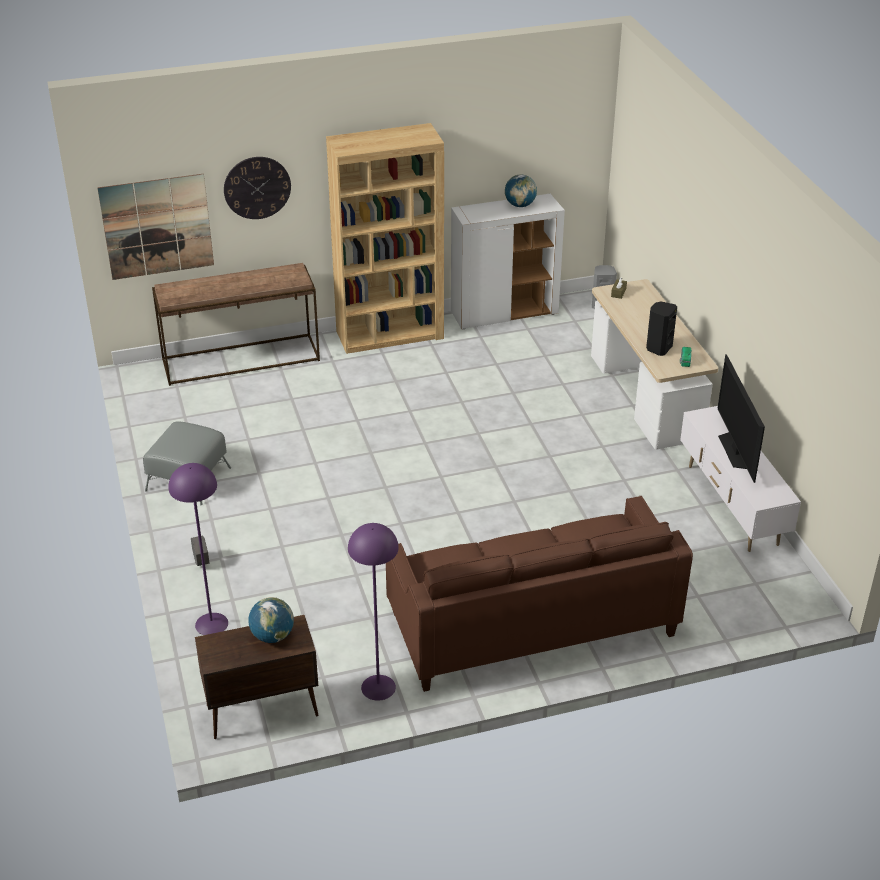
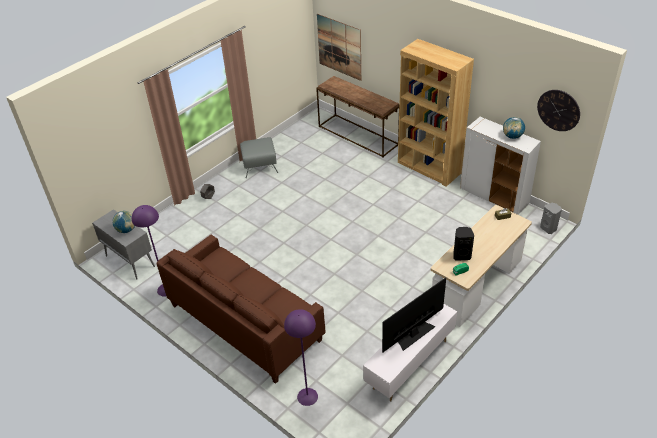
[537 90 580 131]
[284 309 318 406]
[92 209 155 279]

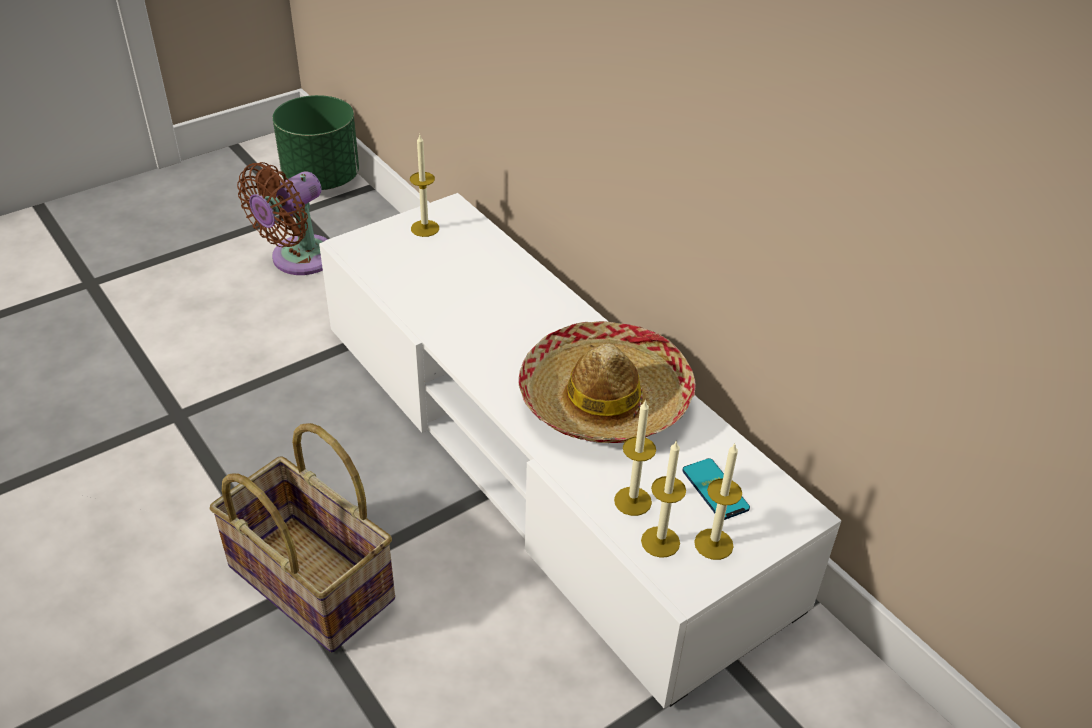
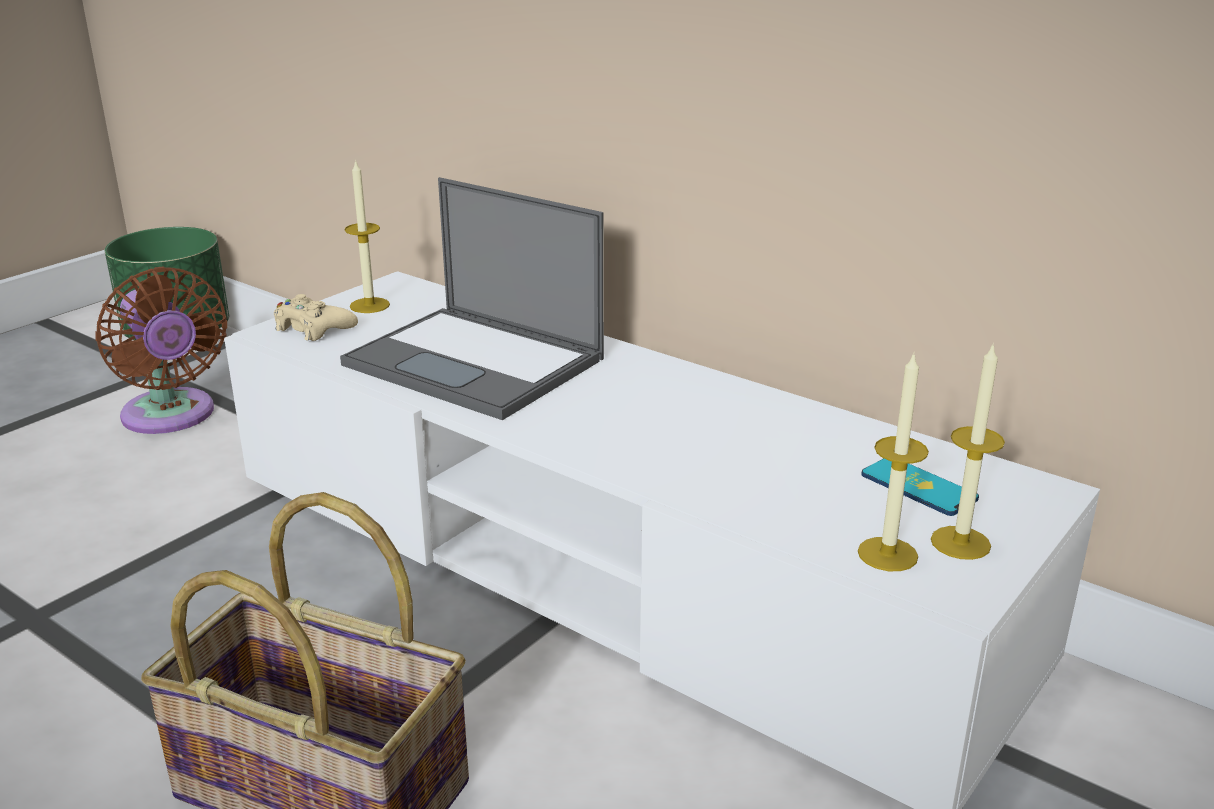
[95 266 227 434]
[518 321 696 443] (first image)
[614 399 656 516] (first image)
[340 177 604 420]
[274 294 358 341]

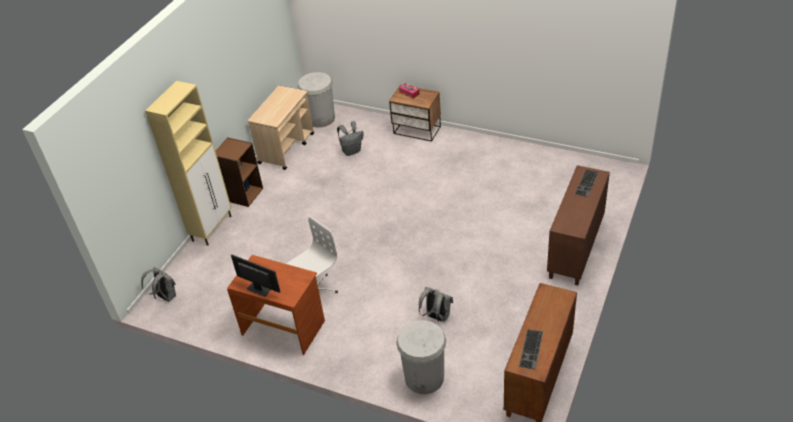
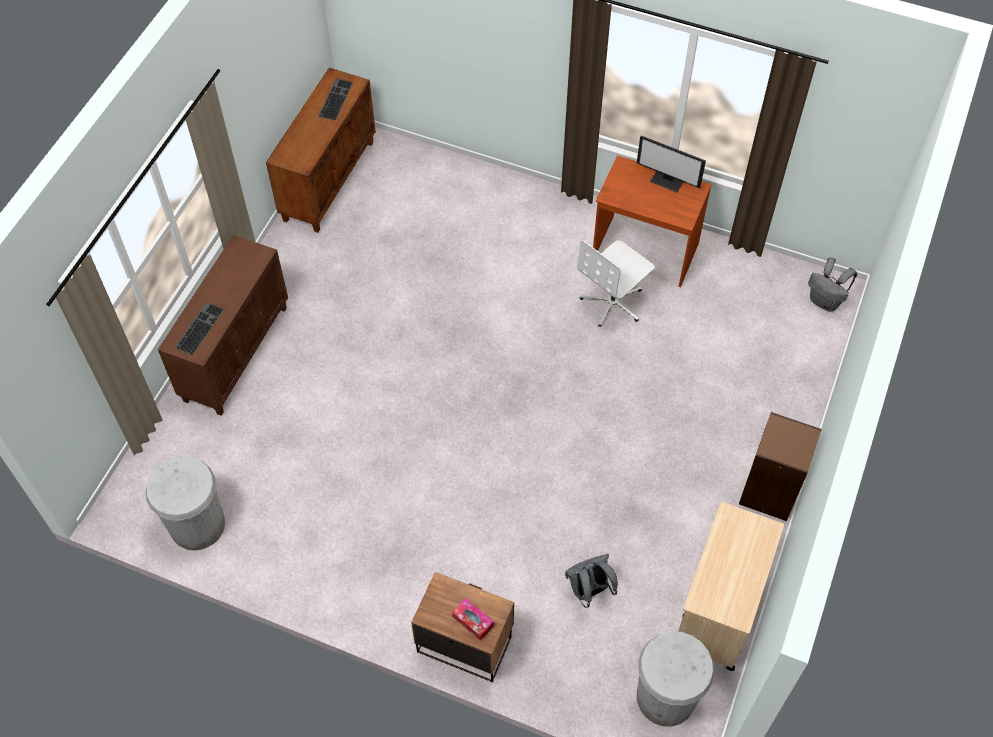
[145 81 231 246] (first image)
[419 287 453 322] (first image)
[146 456 225 551]

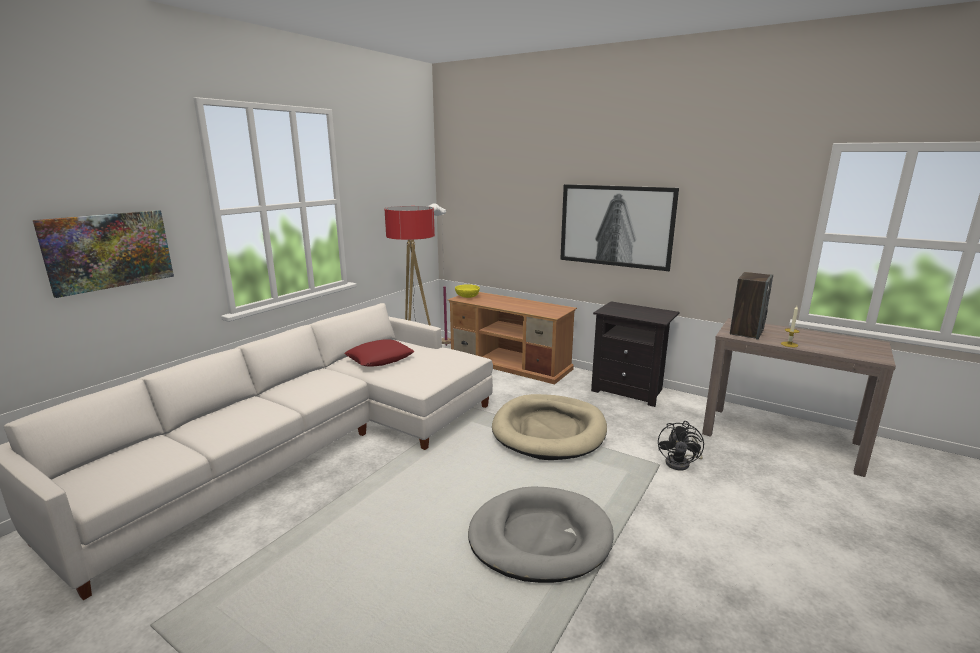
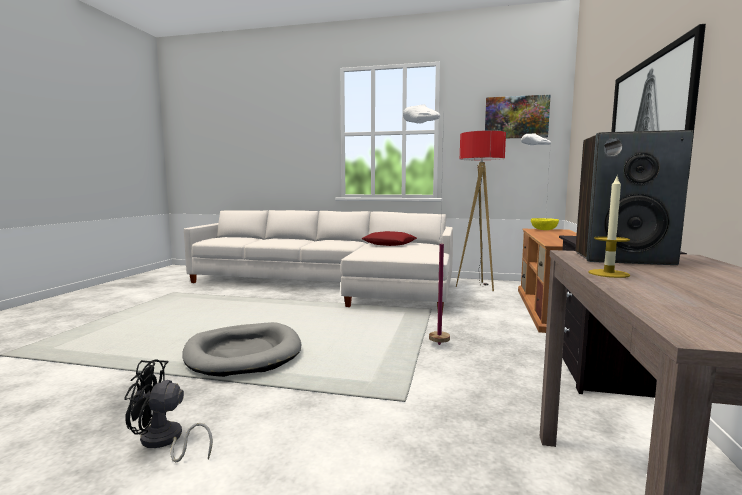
[485 95 551 138]
[403 104 450 345]
[124 359 213 462]

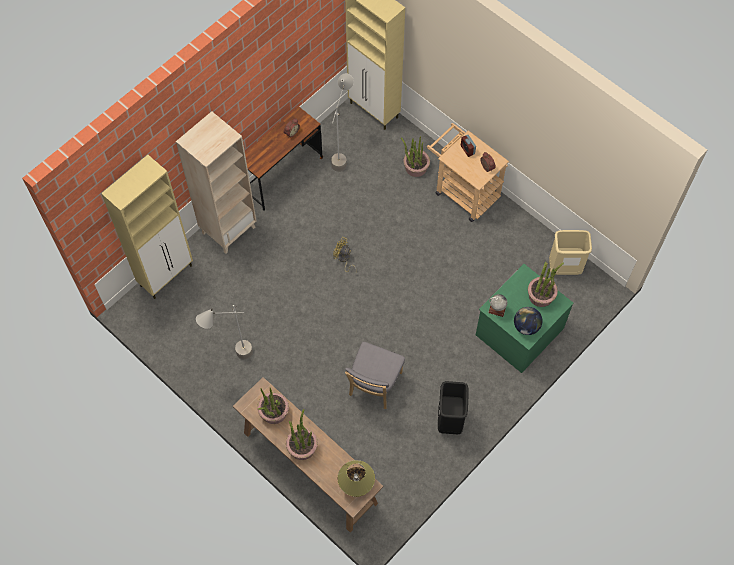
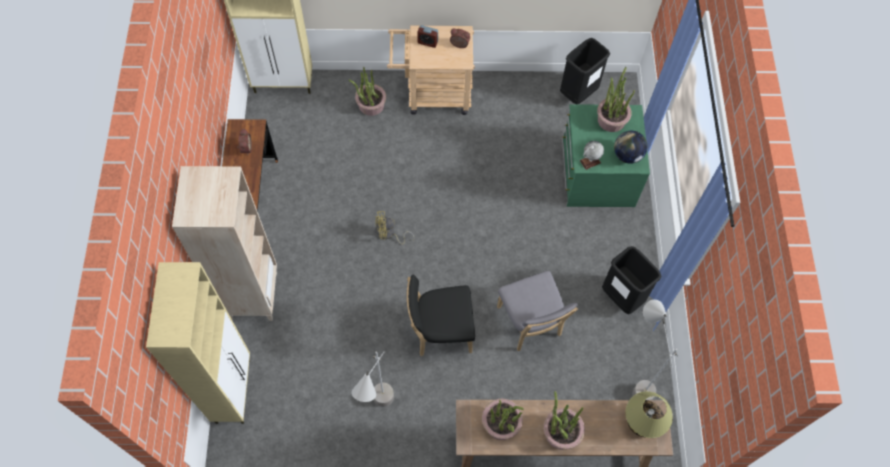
[633 300 679 400]
[560 38 610 104]
[407 275 475 356]

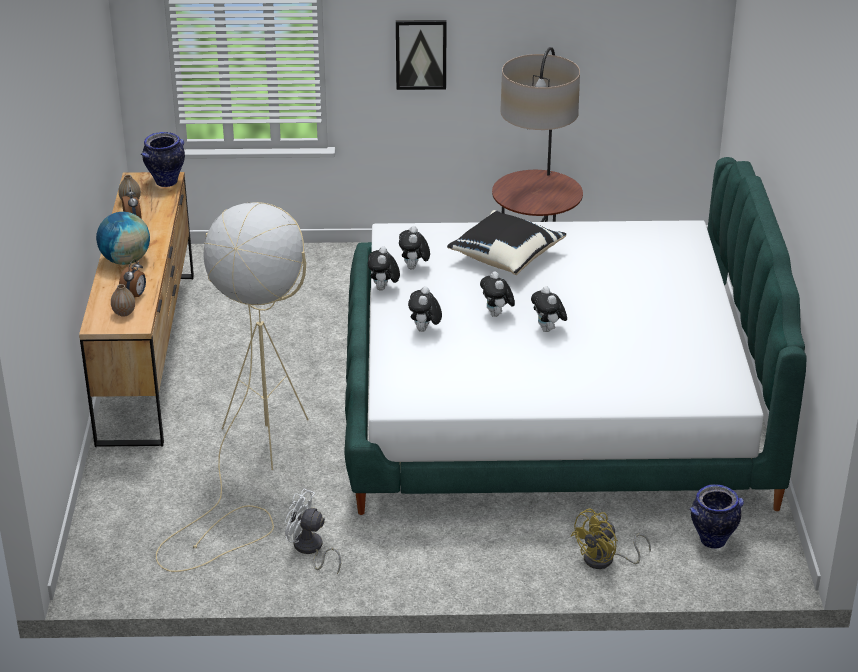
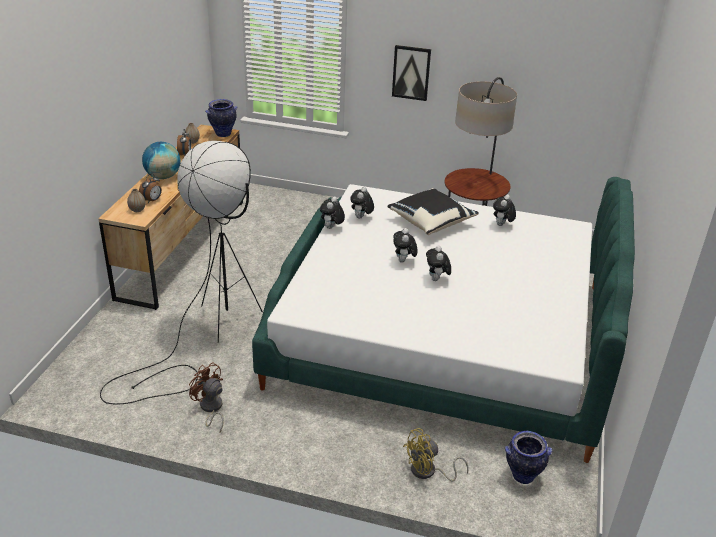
[100 141 263 405]
[493 194 516 226]
[189 362 224 433]

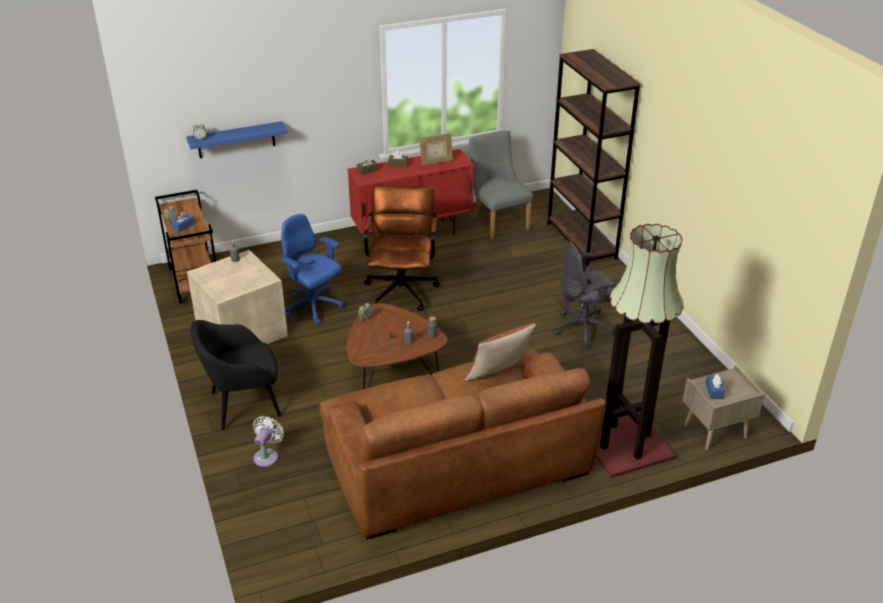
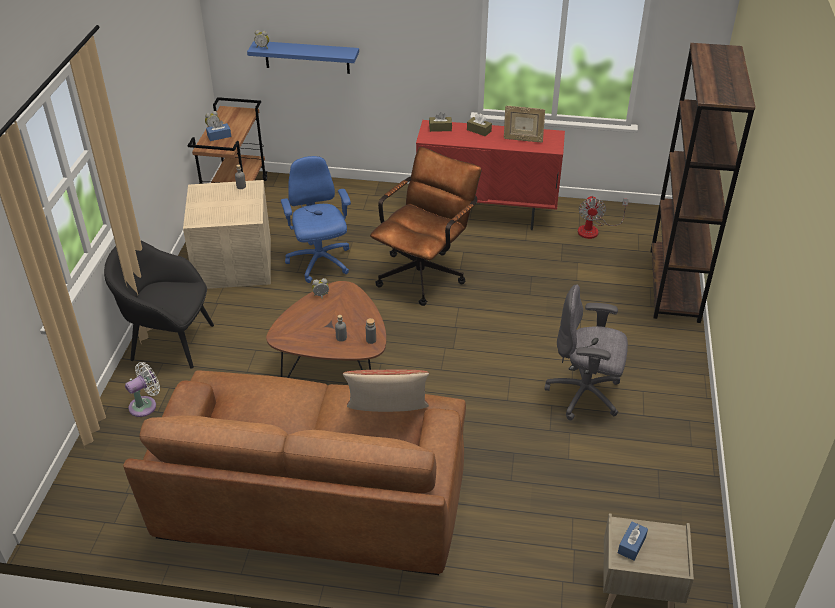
[578 196 629 239]
[596 224 684 478] (first image)

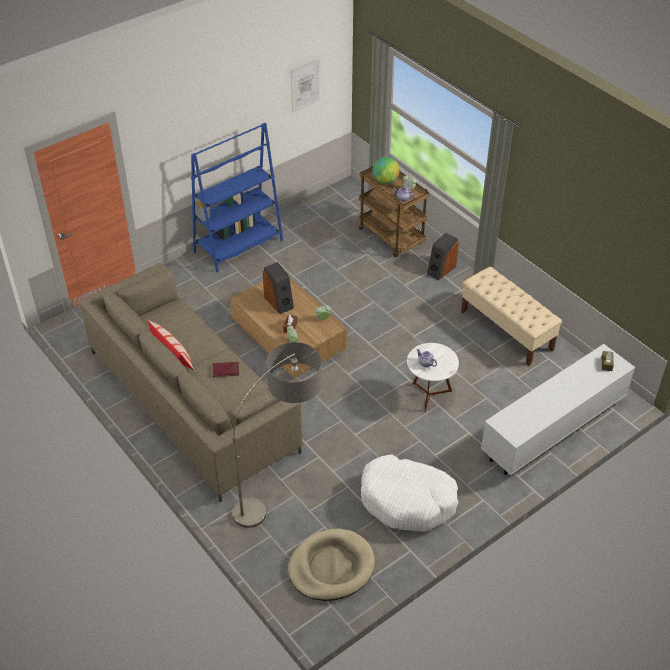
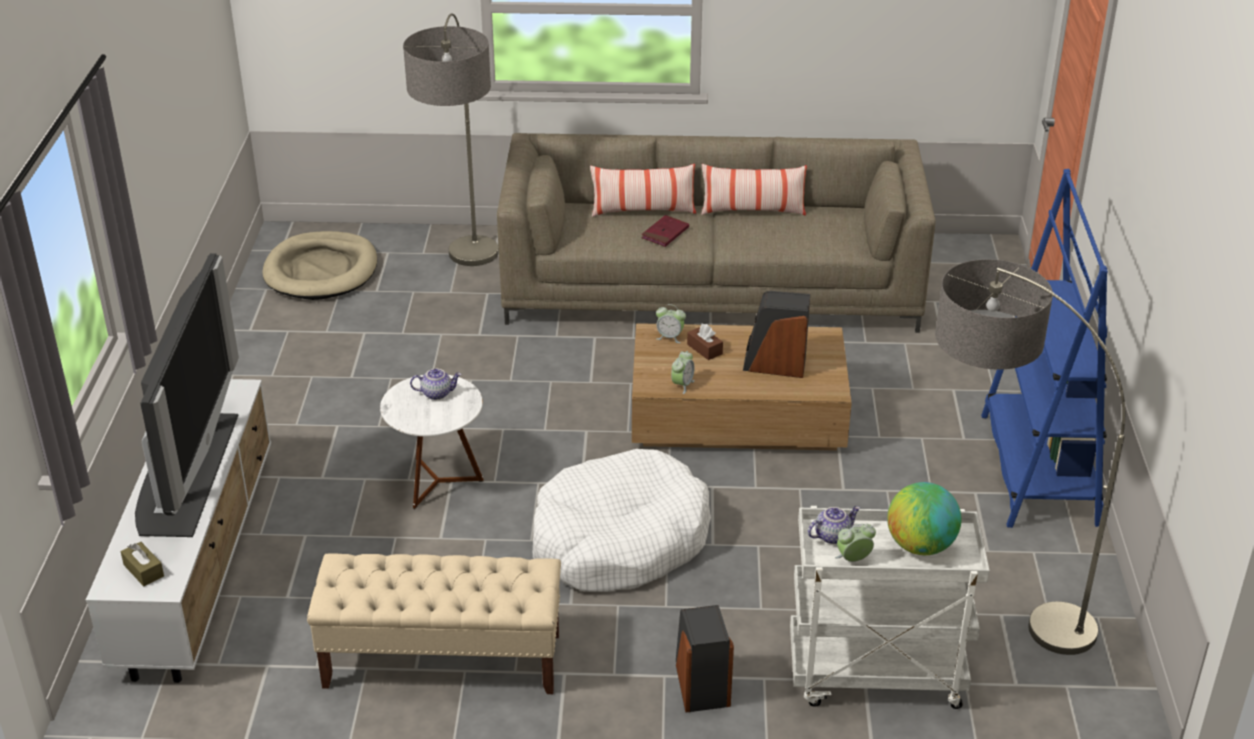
[291 59 320 112] (first image)
[790 506 990 709]
[533 449 711 592]
[590 164 696 217]
[135 253 239 537]
[935 259 1125 655]

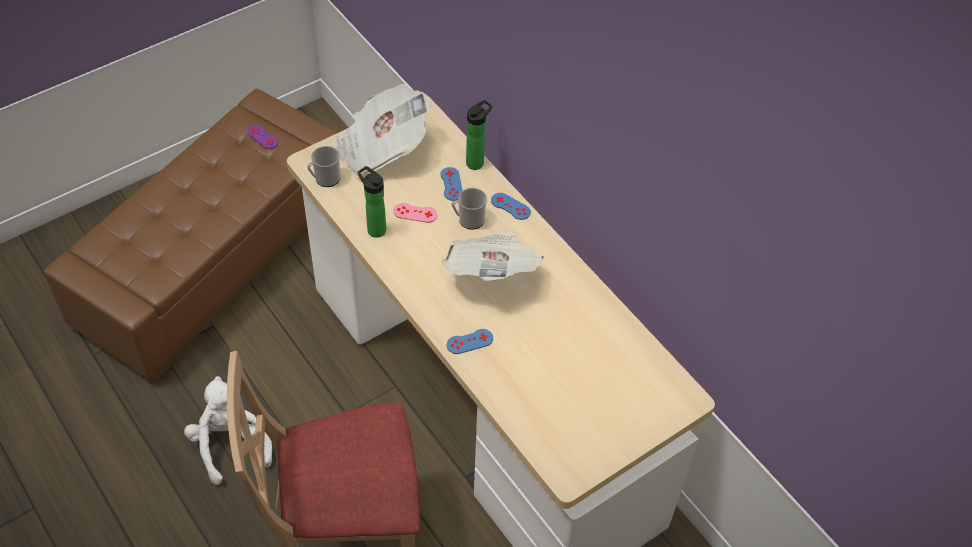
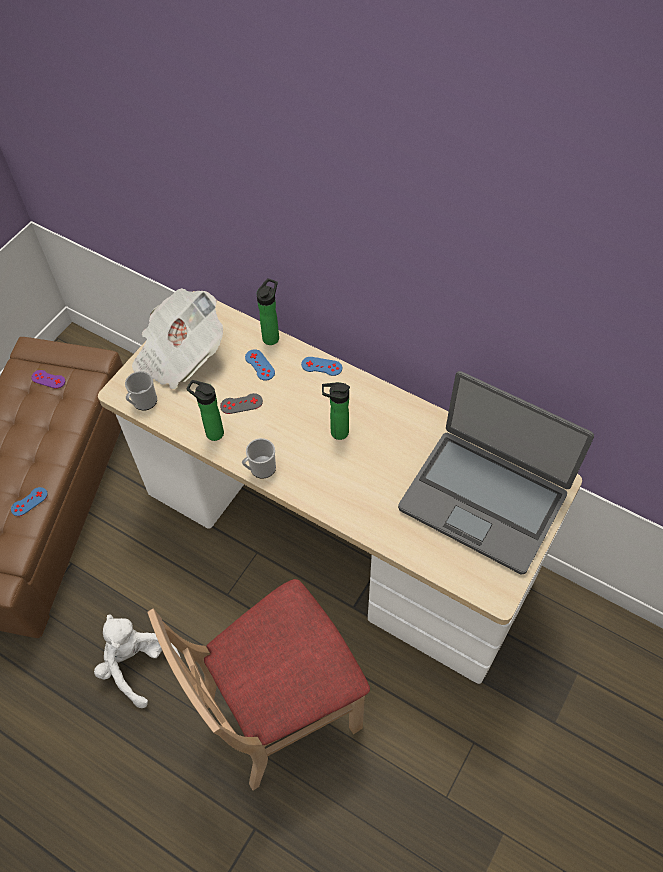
[242 438 276 479]
[220 393 263 414]
[322 382 350 440]
[11 487 48 516]
[398 371 594 575]

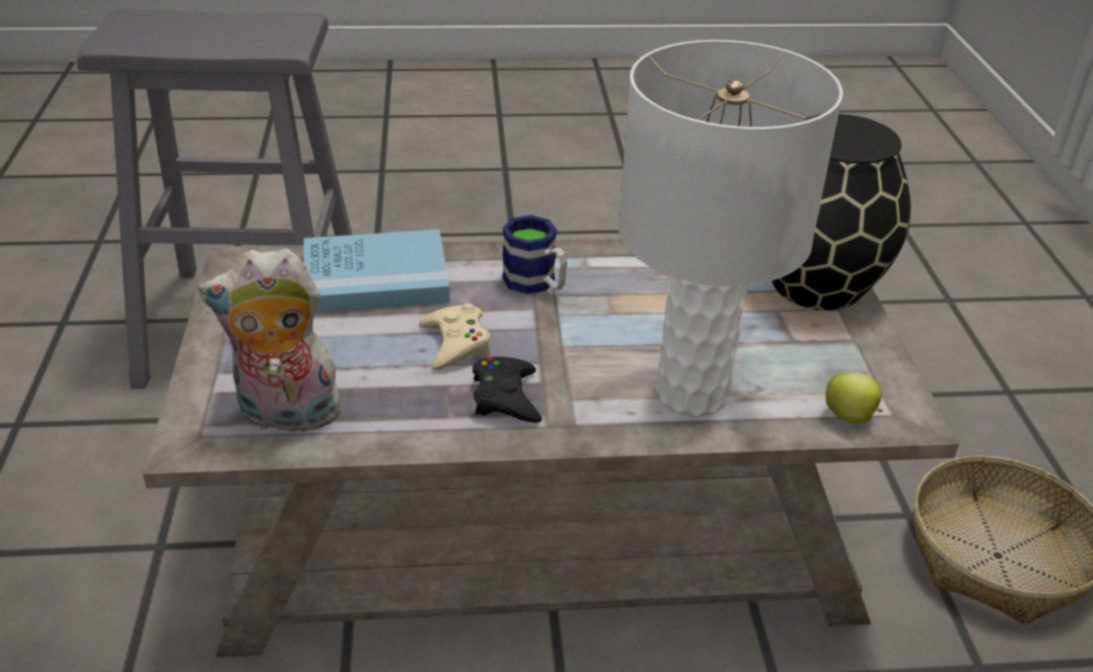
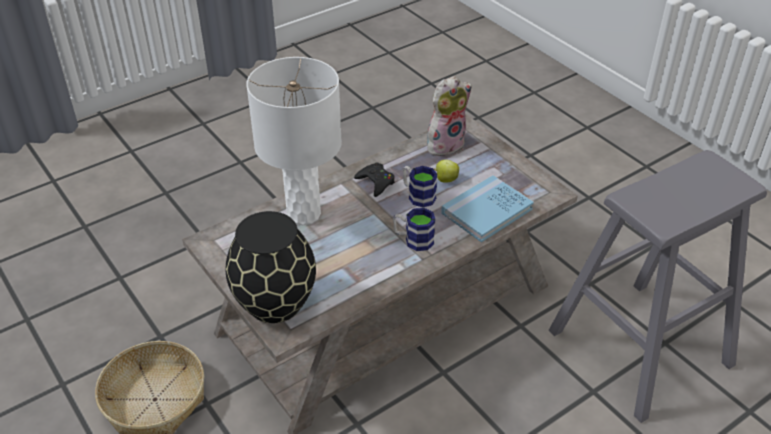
[403 166 438 208]
[434 160 459 183]

